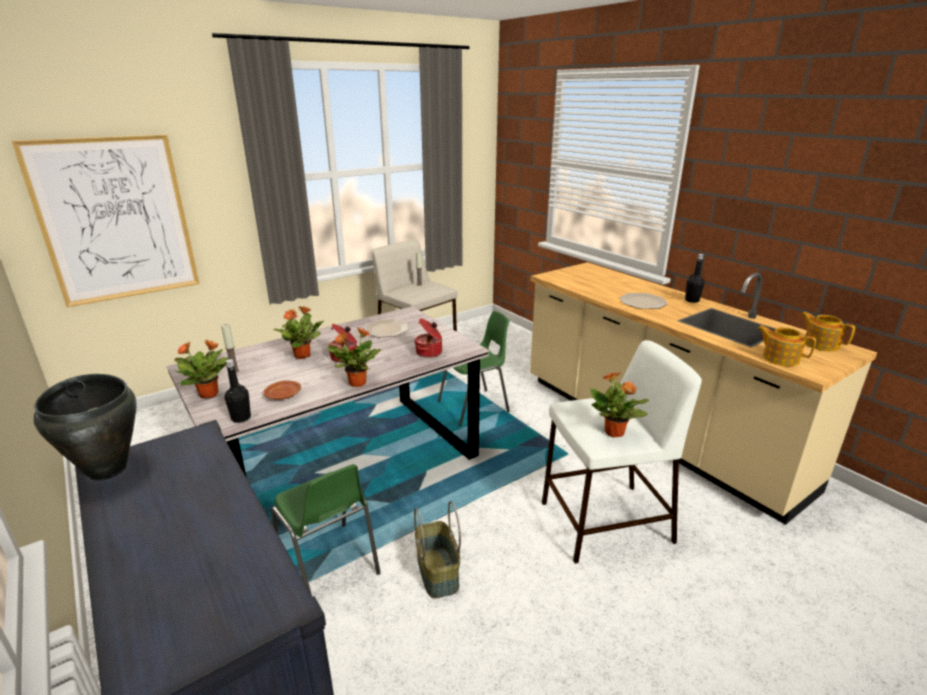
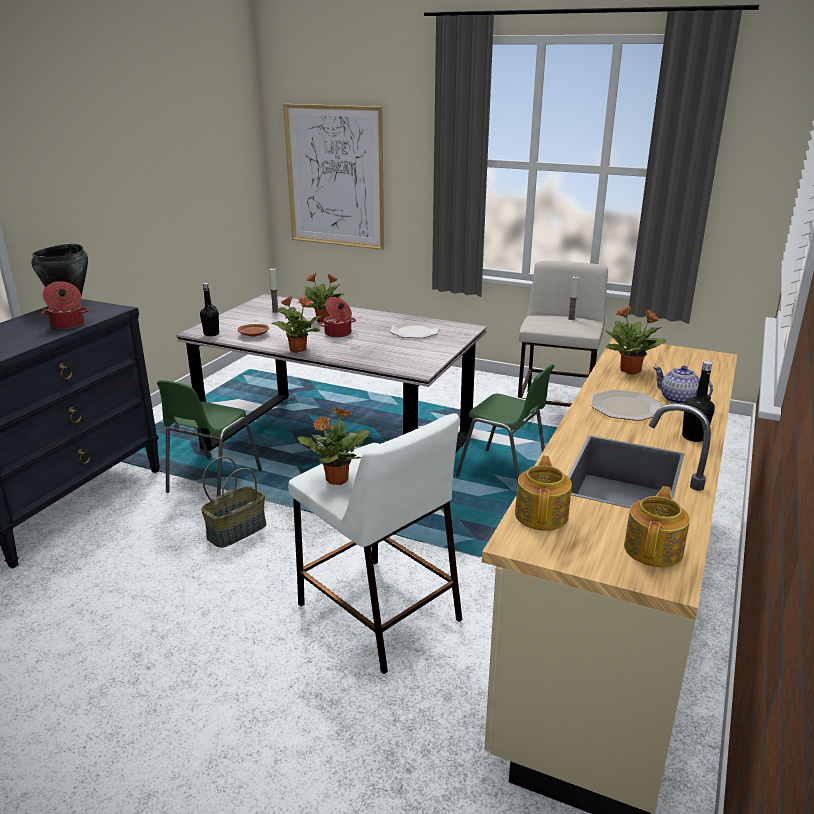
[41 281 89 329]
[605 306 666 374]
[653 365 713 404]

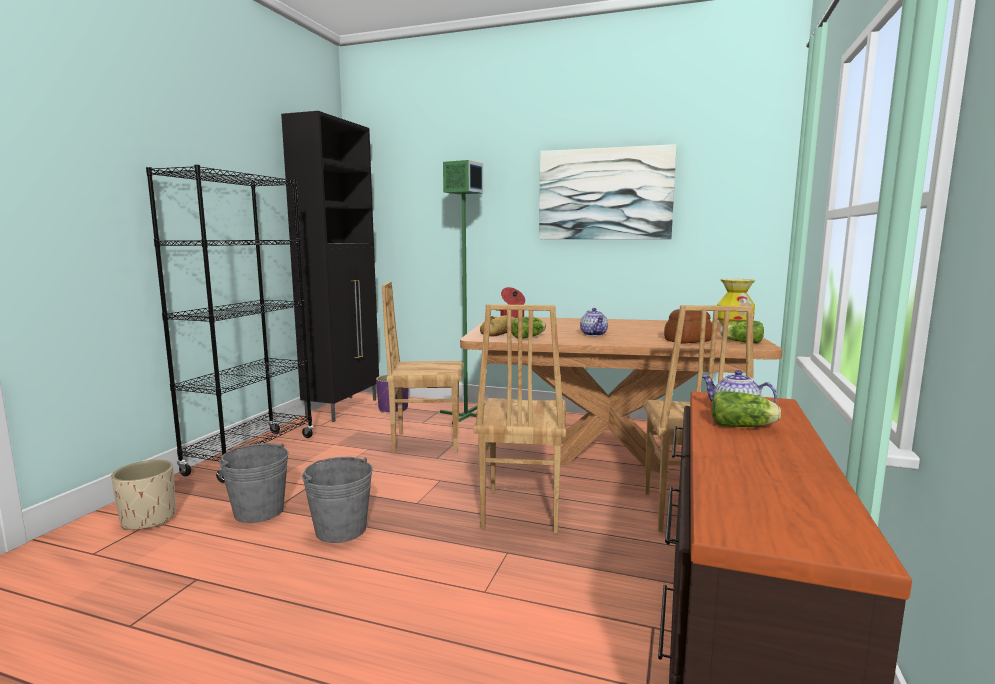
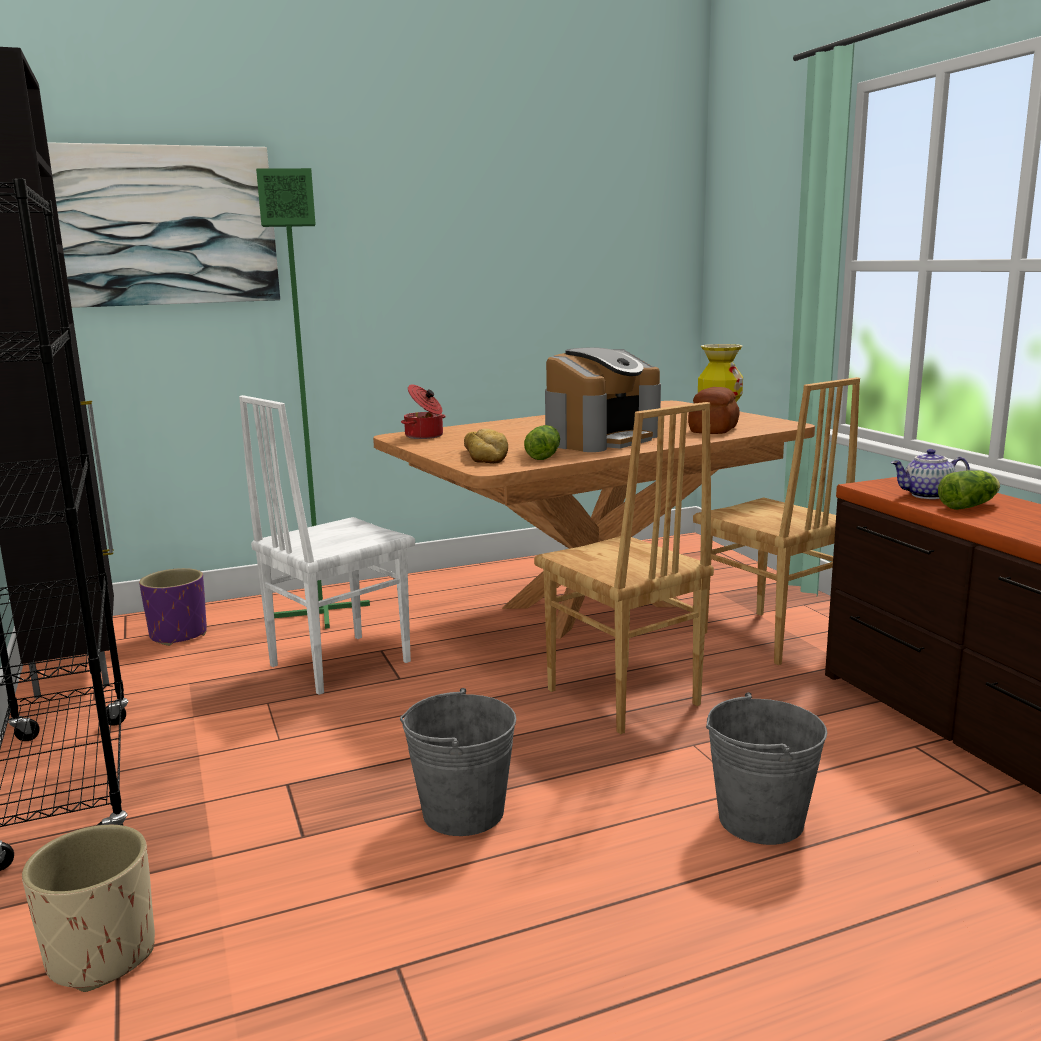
[47 142 280 308]
[239 395 415 695]
[545 347 661 452]
[720 321 764 343] (first image)
[706 692 827 845]

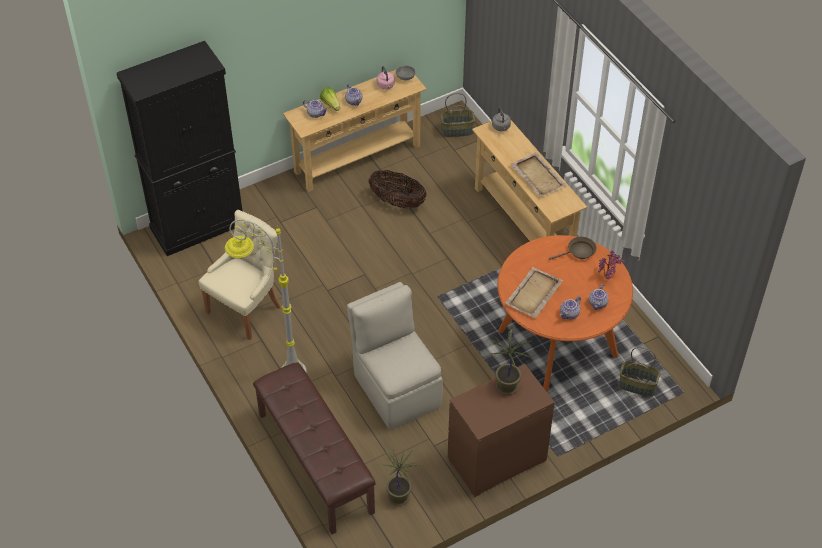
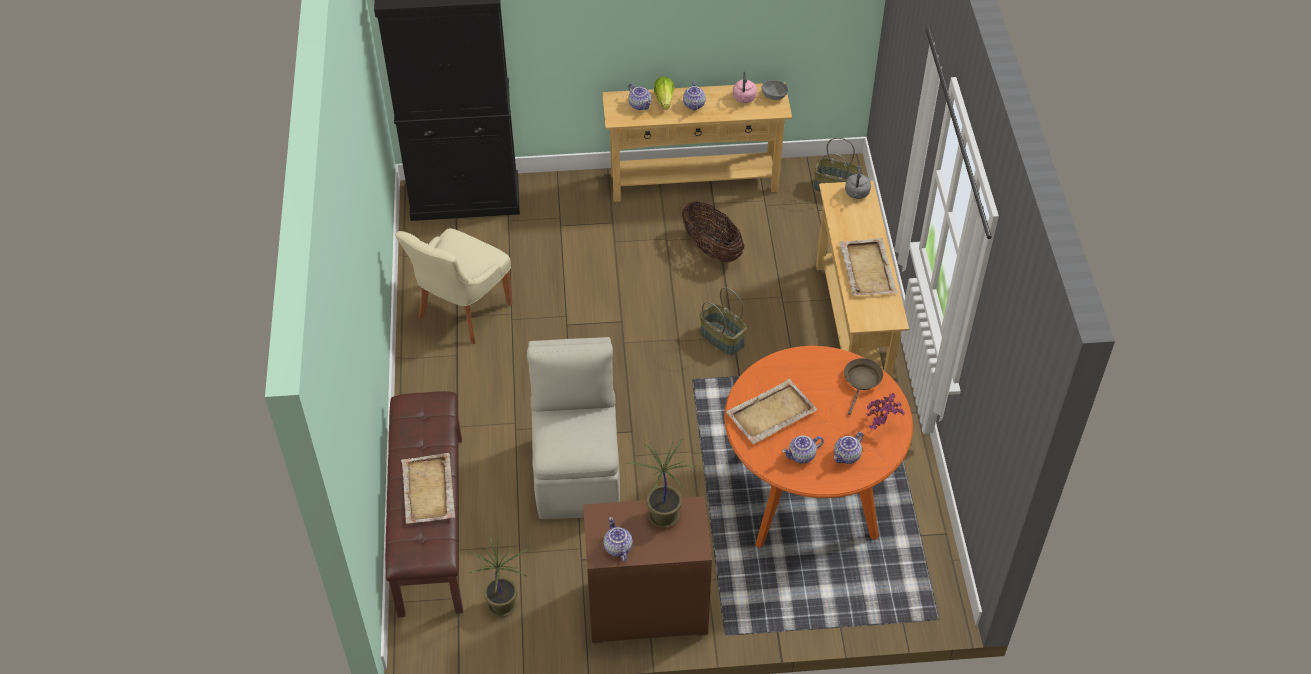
[395 228 512 344]
[225 219 307 373] (first image)
[844 358 883 415]
[700 287 747 356]
[401 453 455 524]
[603 517 633 562]

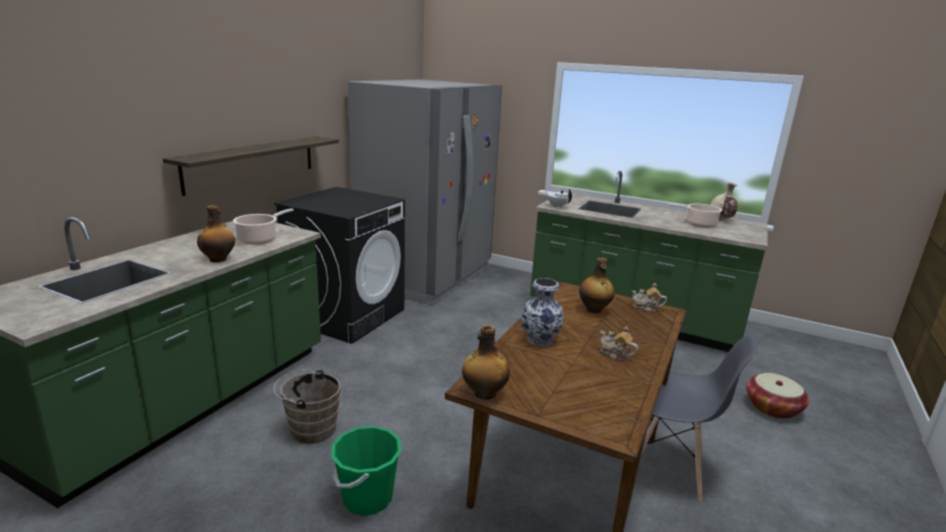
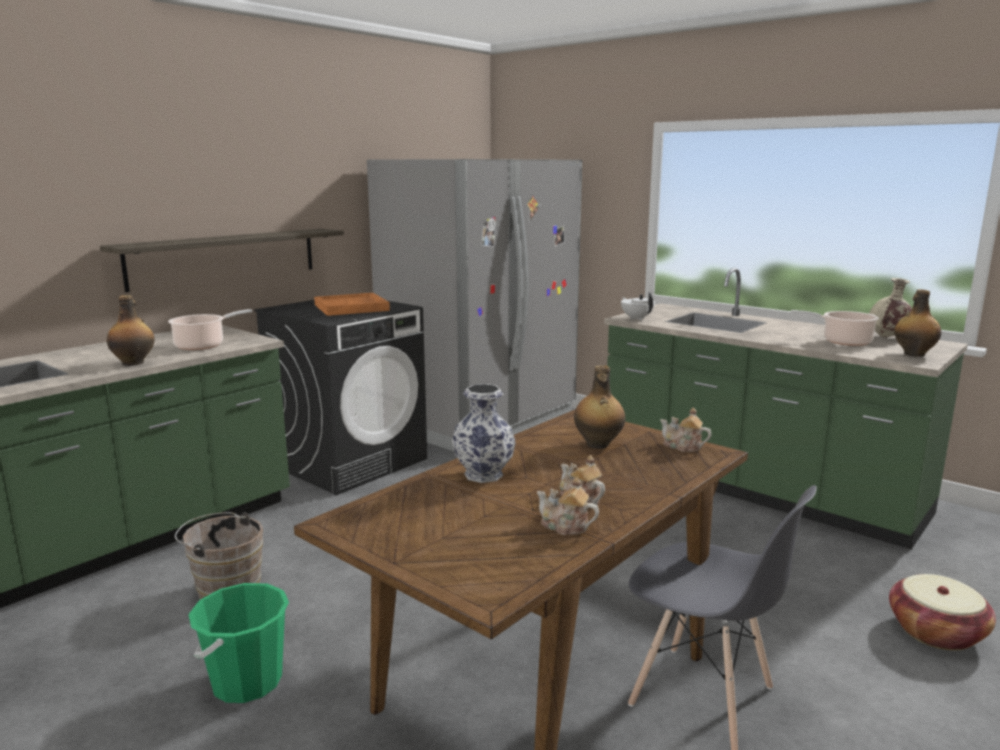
[894 289 941 357]
[314 293 390 316]
[537 477 599 535]

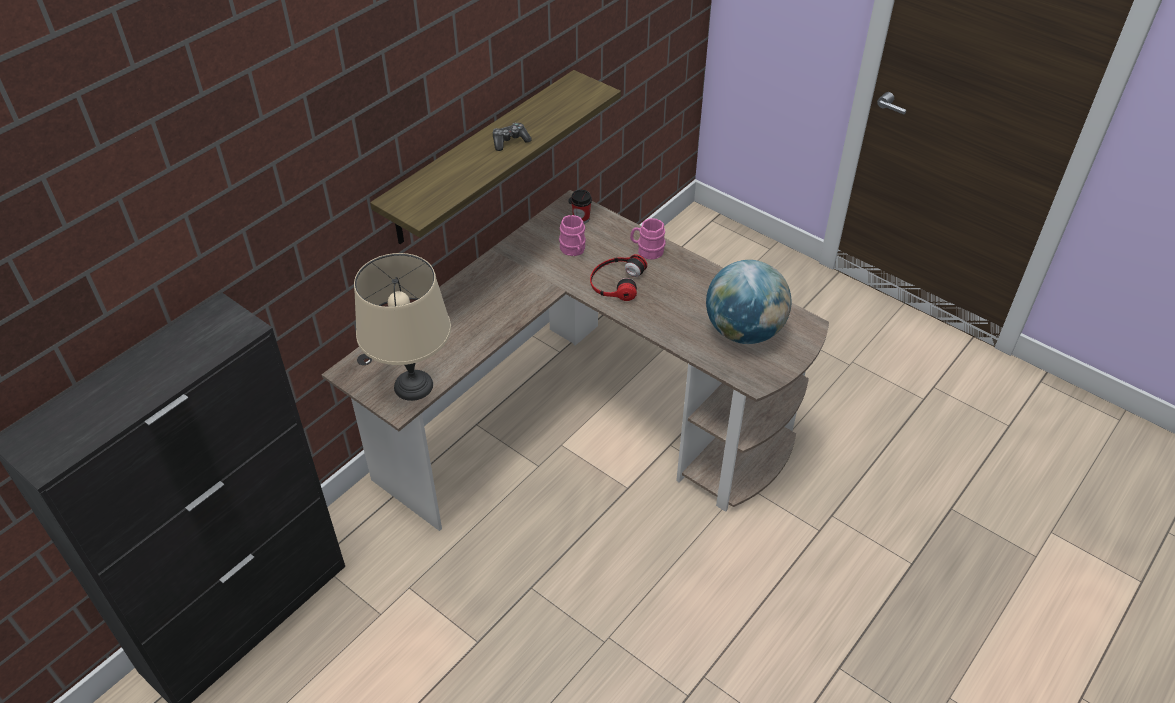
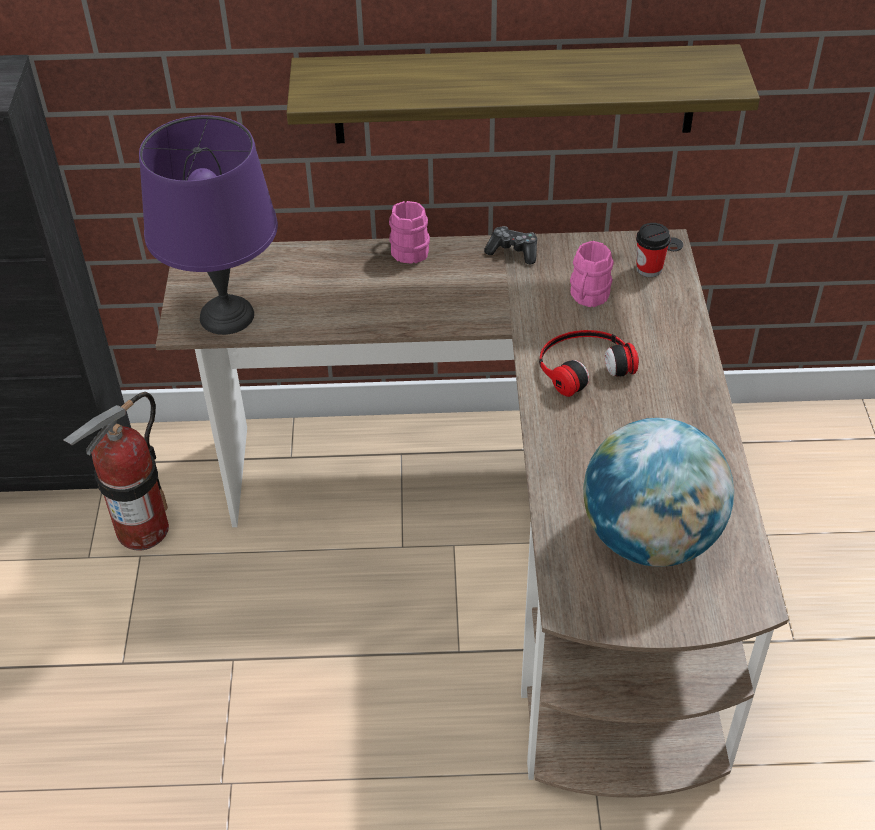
[484 226 537 264]
[389 201 430 264]
[139 115 278 335]
[64 392 169 551]

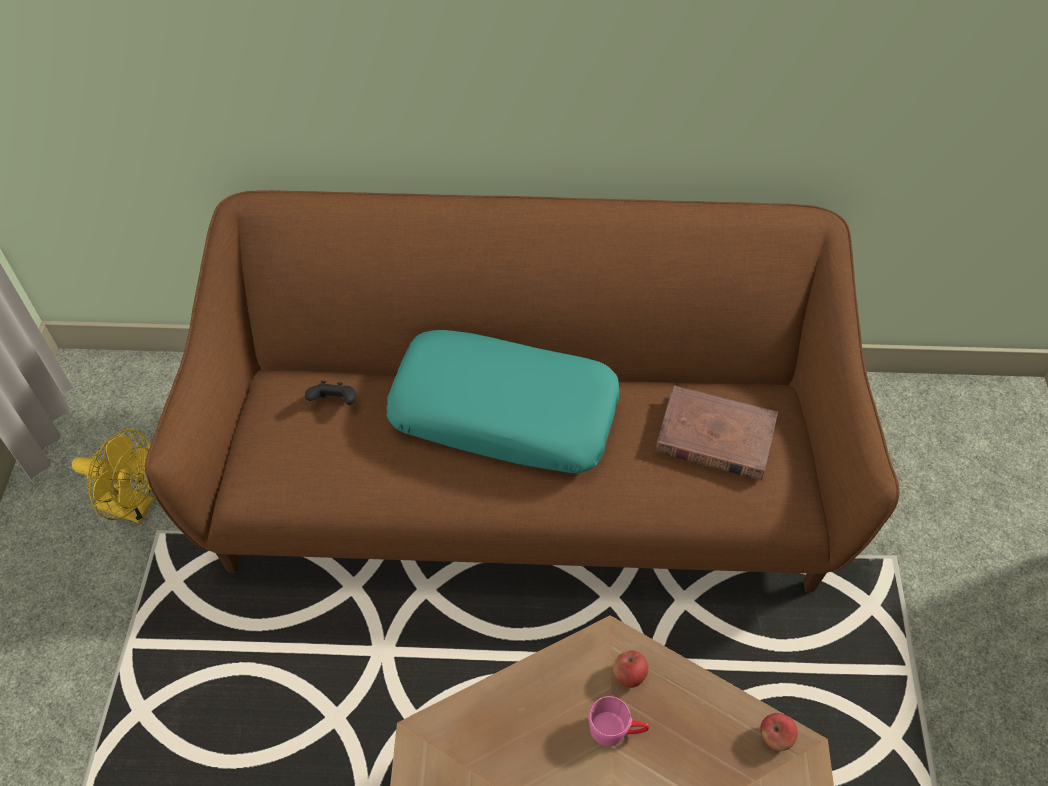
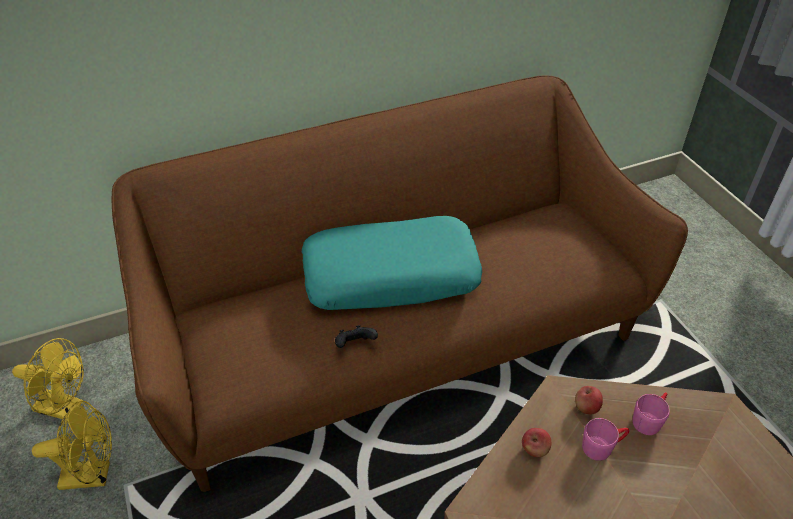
[335 325 378 348]
[655 385 778 481] (first image)
[522 428 551 457]
[12 338 84 419]
[633 392 670 435]

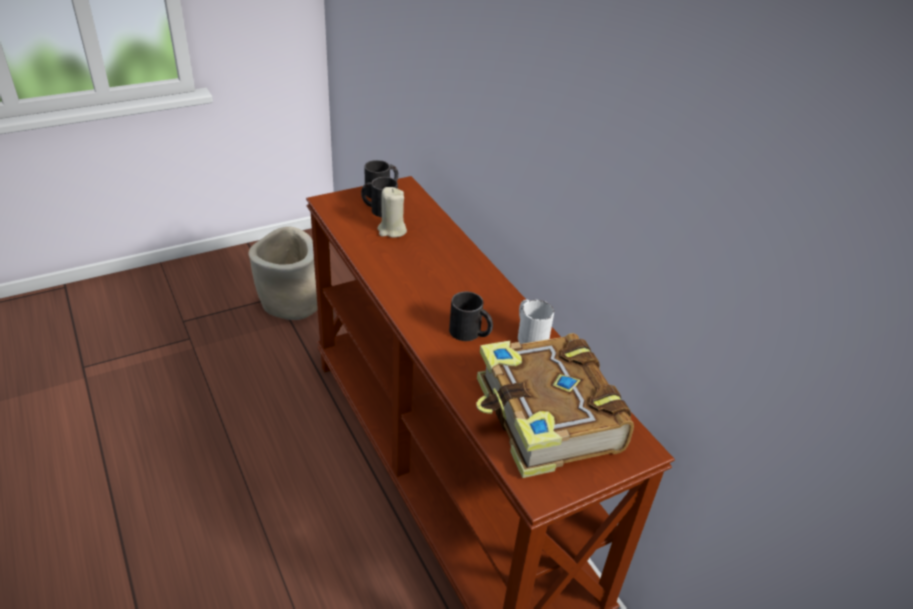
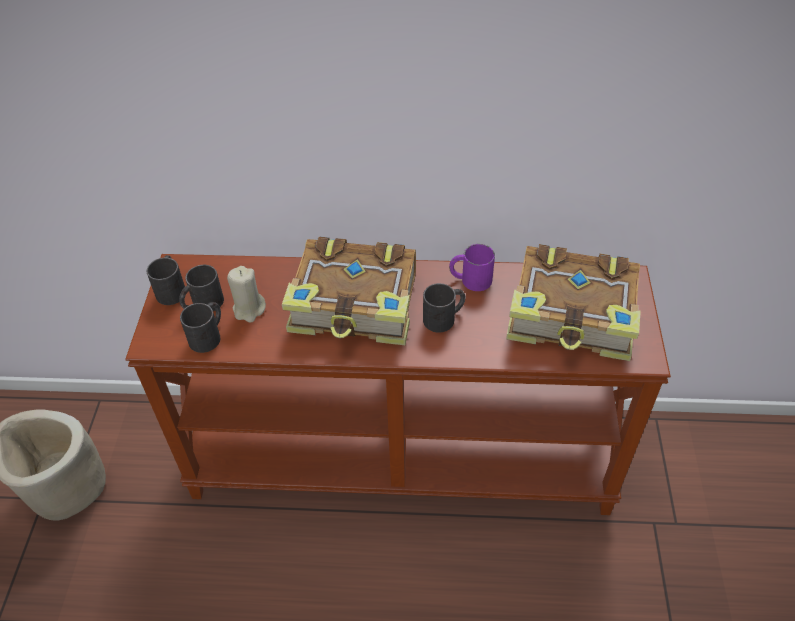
[449 244 495 291]
[282 237 416 345]
[180 302 221 353]

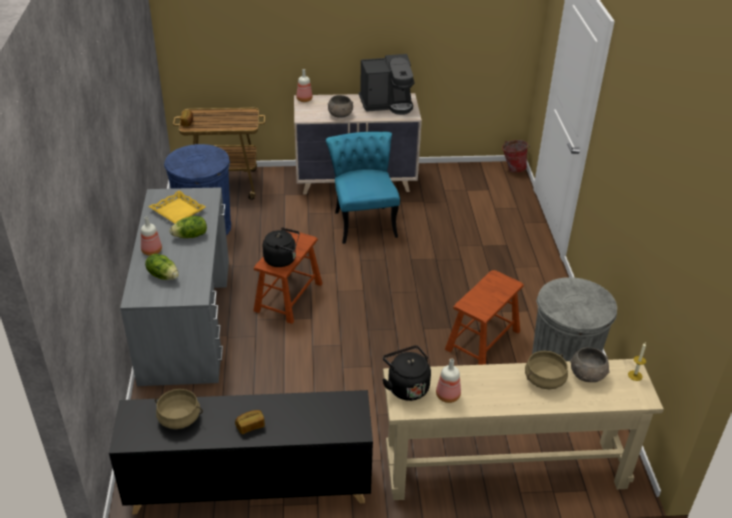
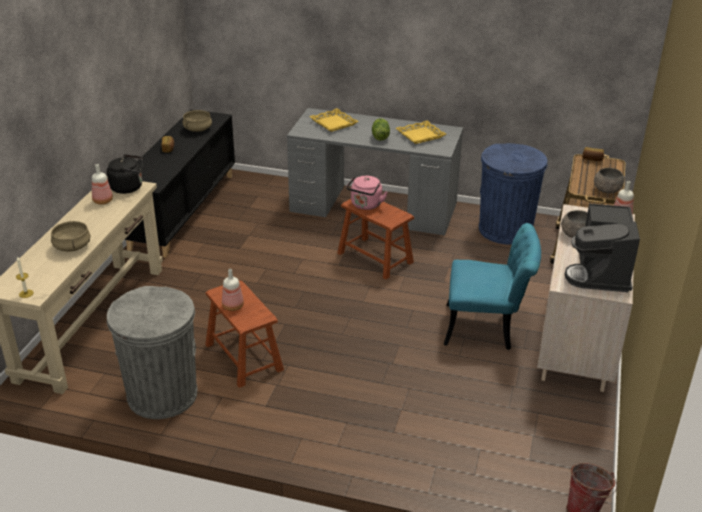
[222 269 244 311]
[346 176 388 210]
[309 108 359 132]
[594 168 625 193]

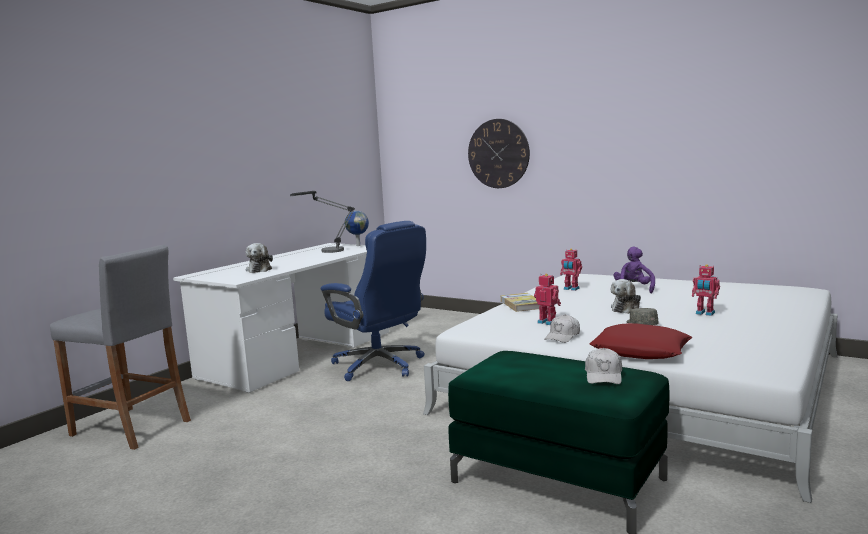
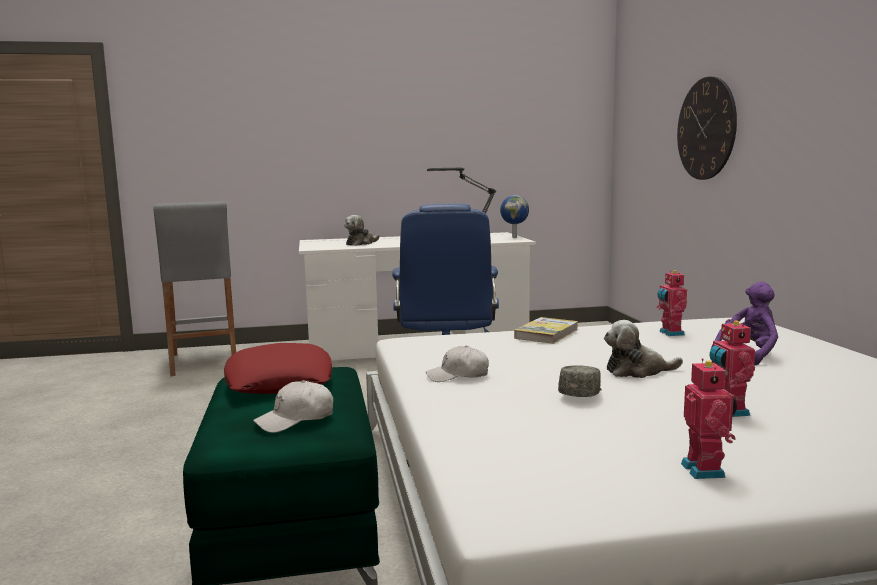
[681 358 737 479]
[224 343 332 394]

